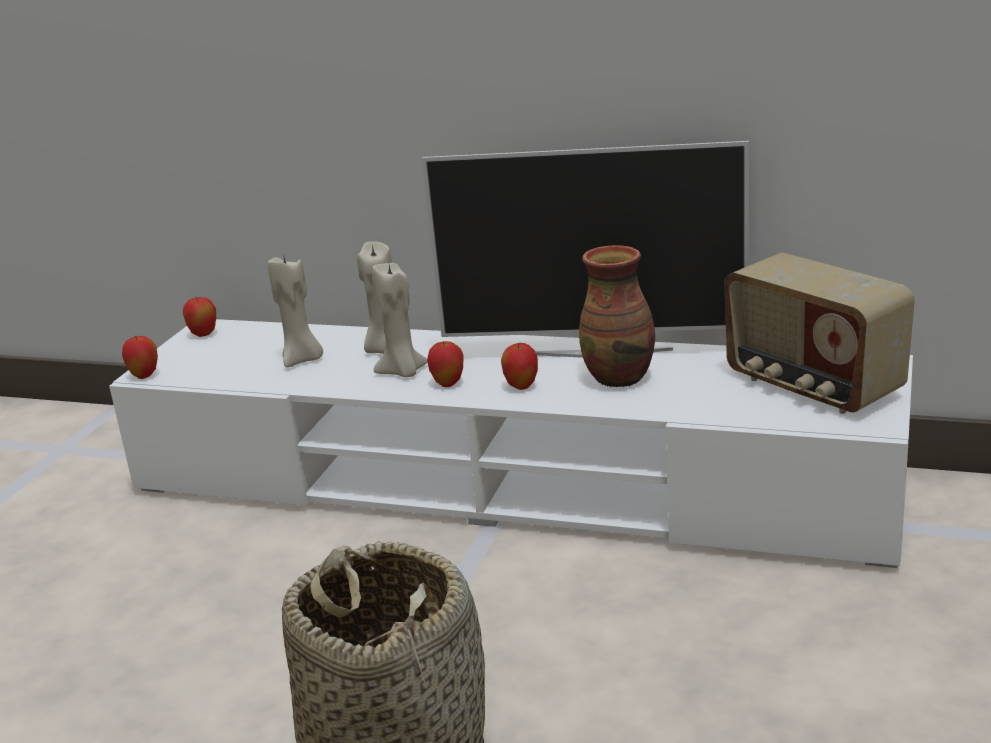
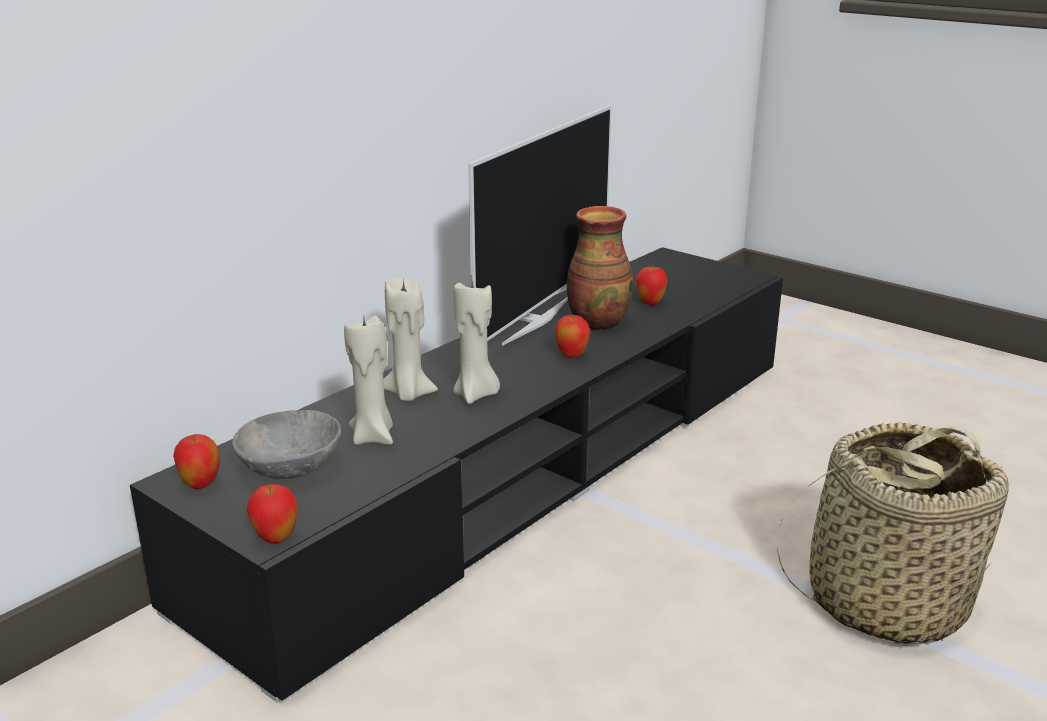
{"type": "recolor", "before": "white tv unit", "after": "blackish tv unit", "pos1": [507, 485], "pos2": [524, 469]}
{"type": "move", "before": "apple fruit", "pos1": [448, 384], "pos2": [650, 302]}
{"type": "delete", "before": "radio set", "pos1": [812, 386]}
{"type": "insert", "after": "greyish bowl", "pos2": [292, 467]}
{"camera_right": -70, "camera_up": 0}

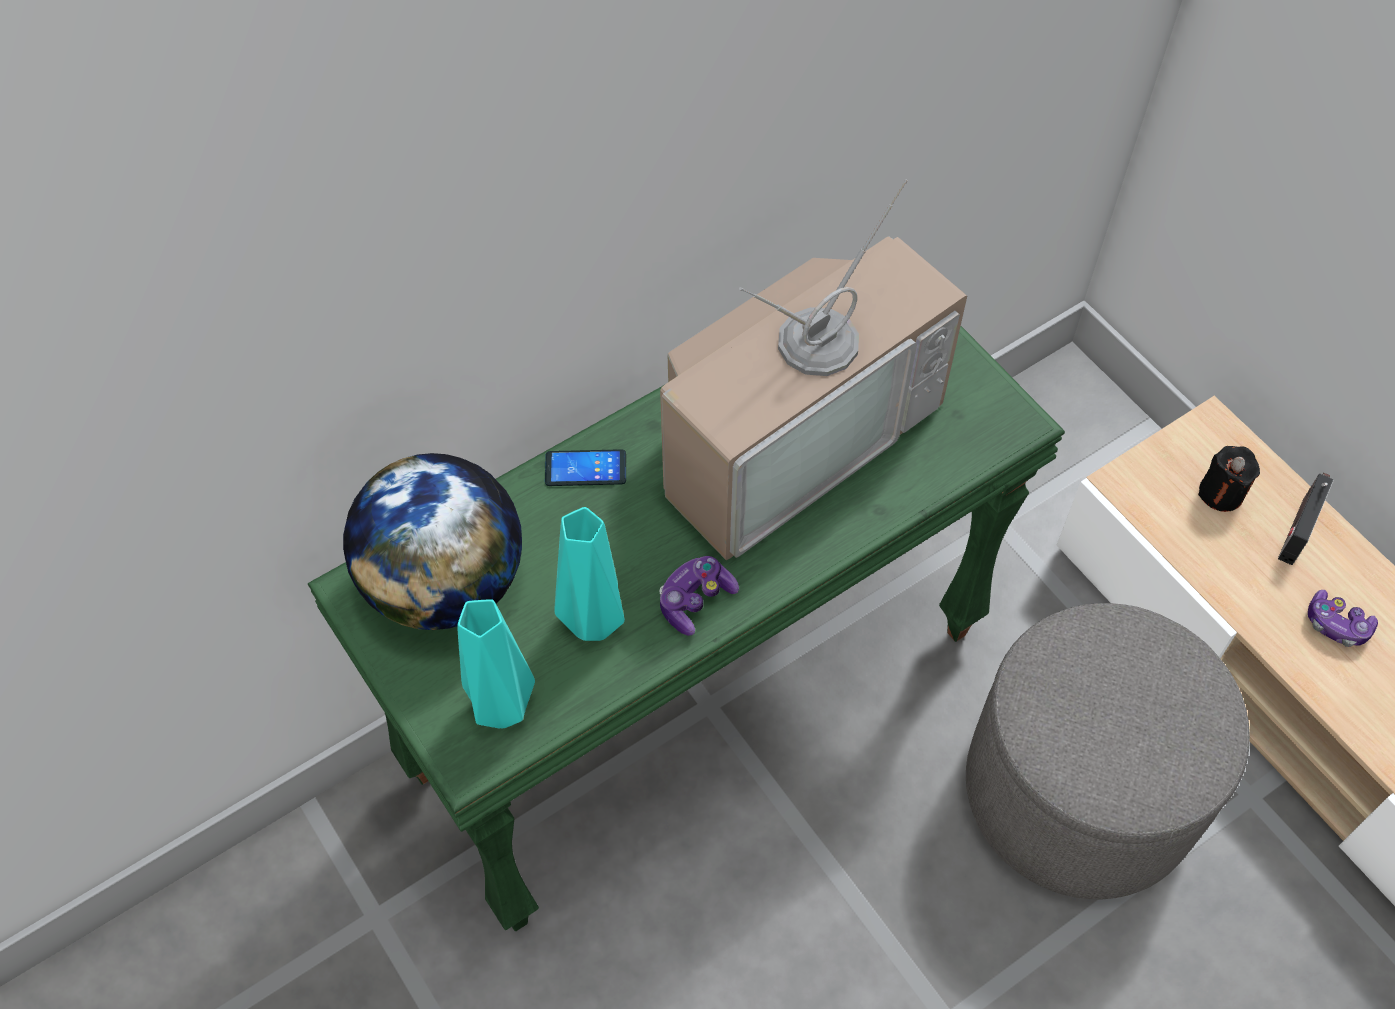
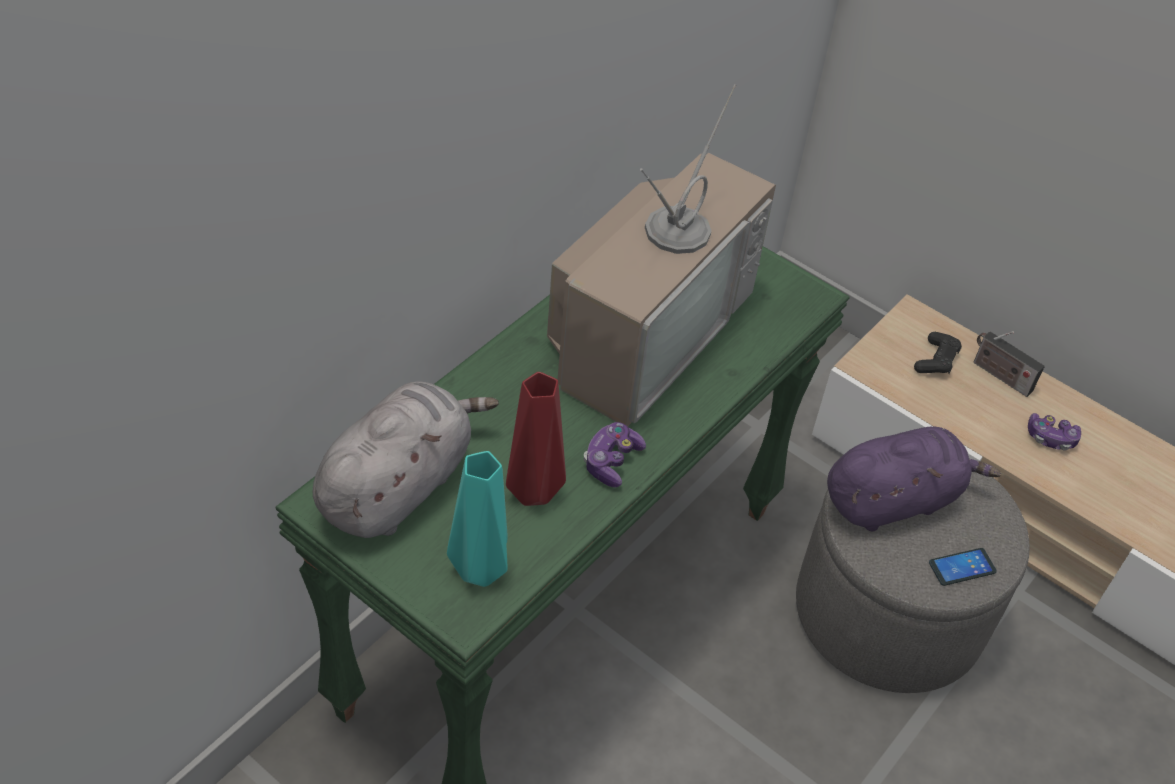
{"type": "replace", "before": "world globe", "after": "greyish cuddly toy", "pos1": [446, 584], "pos2": [398, 485]}
{"type": "move", "before": "handset", "pos1": [585, 468], "pos2": [962, 567]}
{"type": "recolor", "before": "turquoise-coloured decorative vase", "after": "red decorative vase", "pos1": [589, 622], "pos2": [531, 493]}
{"type": "replace", "before": "blackish wax candle", "after": "blackish gamepad", "pos1": [1221, 493], "pos2": [936, 360]}
{"type": "rotate", "before": "radio set", "pos1": [1297, 528], "pos2": [999, 375], "turn": -60}
{"type": "insert", "after": "purplish cuddly toy", "pos2": [894, 500]}
{"camera_right": -20, "camera_up": -10}

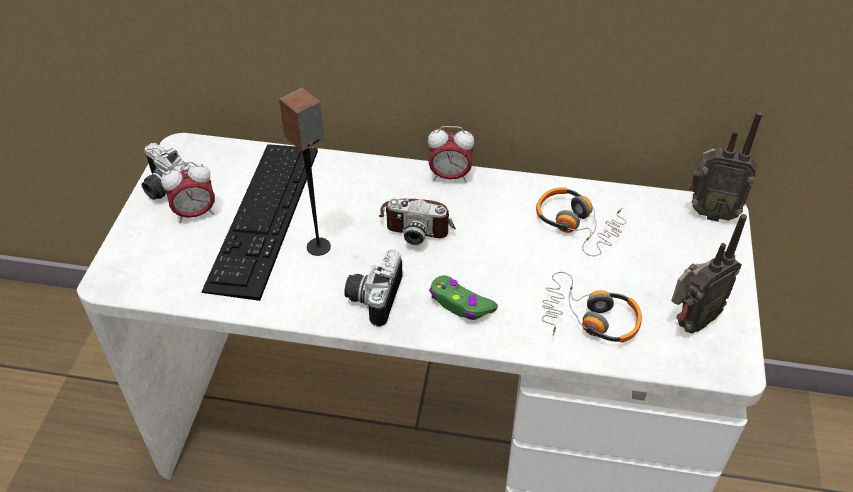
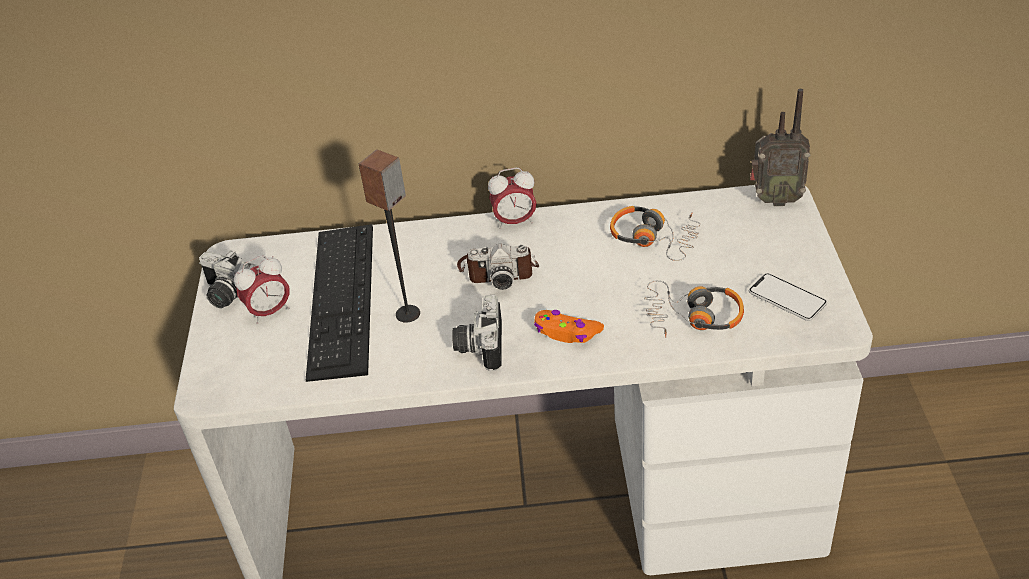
{"type": "recolor", "before": "green-coloured gamepad", "after": "orange gamepad", "pos1": [460, 304], "pos2": [567, 332]}
{"type": "replace", "before": "radio set", "after": "handset", "pos1": [689, 322], "pos2": [787, 298]}
{"camera_right": -10, "camera_up": -5}

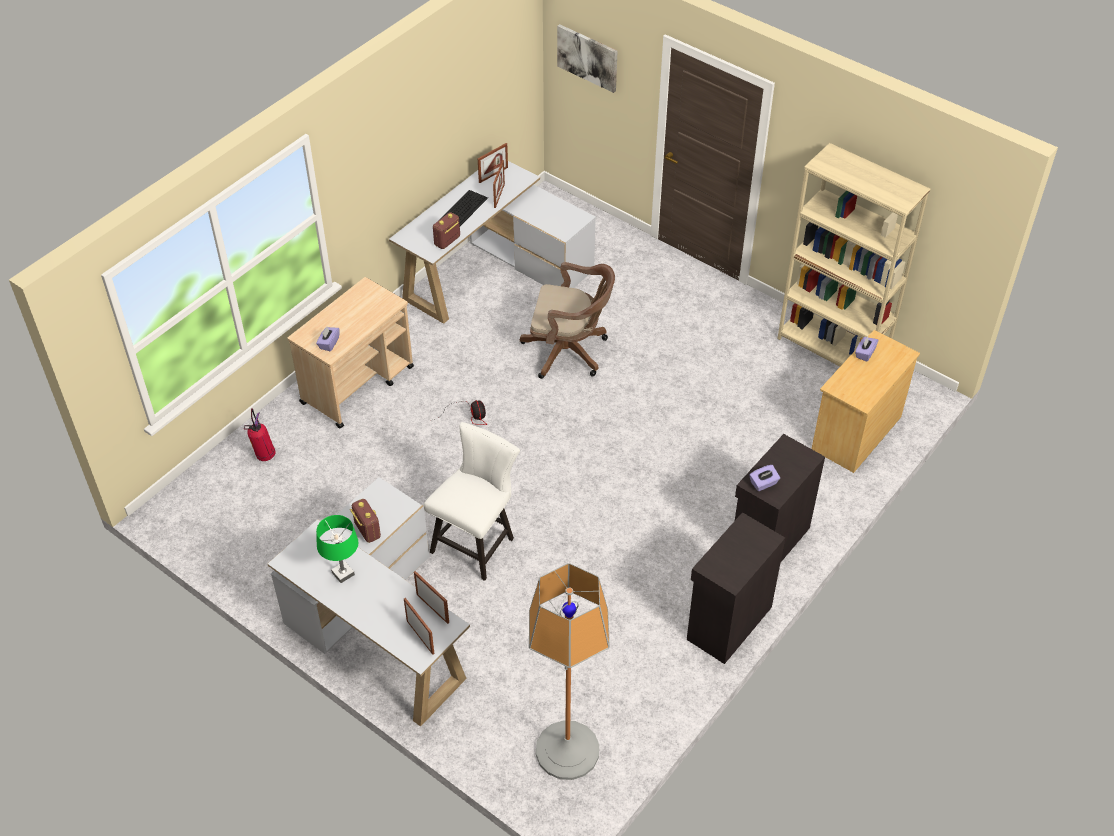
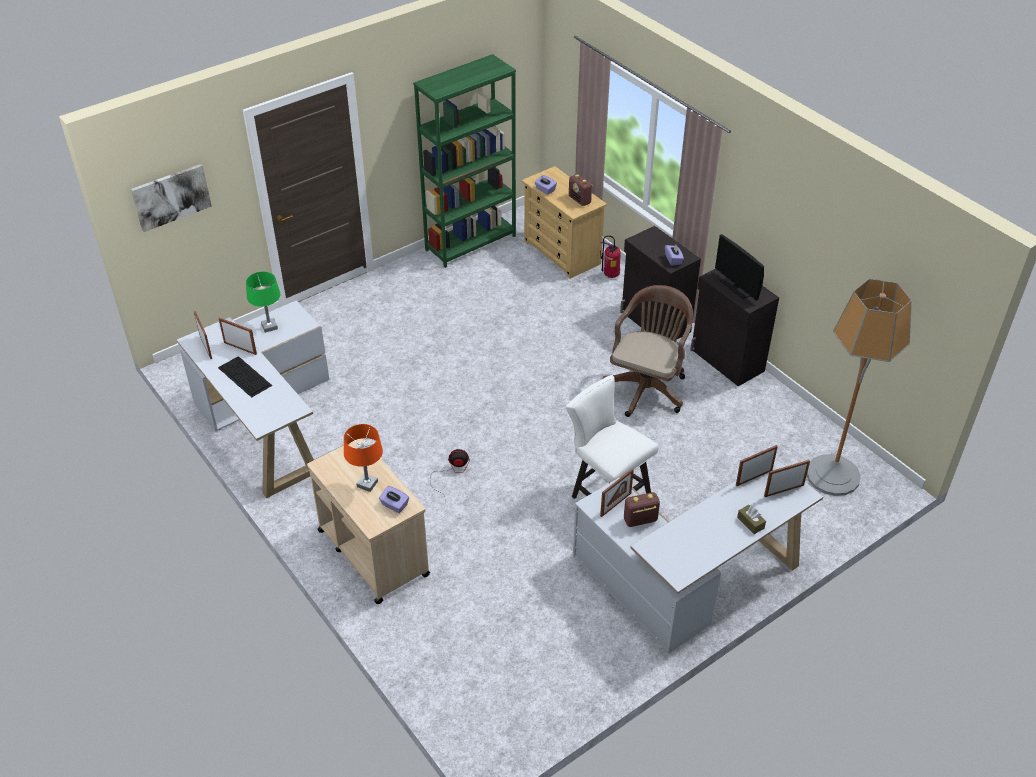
{"type": "move", "before": "extinguisher", "pos1": [264, 455], "pos2": [610, 275]}
{"type": "move", "before": "green-coloured table lamp", "pos1": [343, 574], "pos2": [269, 327]}
{"type": "move", "before": "radio set", "pos1": [447, 241], "pos2": [580, 200]}
{"type": "move", "before": "brown-coloured computer chair", "pos1": [569, 351], "pos2": [647, 387]}
{"type": "recolor", "before": "sand-coloured shelving unit", "after": "green-coloured shelving unit", "pos1": [832, 349], "pos2": [471, 243]}
{"type": "insert", "after": "orange table lamp", "pos2": [367, 484]}
{"type": "insert", "after": "standing frame", "pos2": [615, 504]}
{"type": "insert", "after": "computer screen", "pos2": [737, 287]}
{"type": "insert", "after": "brown-coloured tissue box", "pos2": [750, 523]}
{"camera_right": -75, "camera_up": -5}

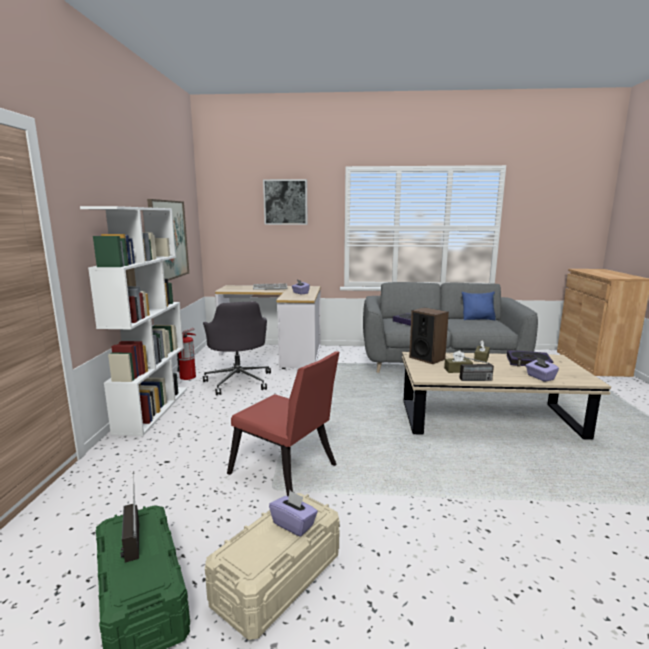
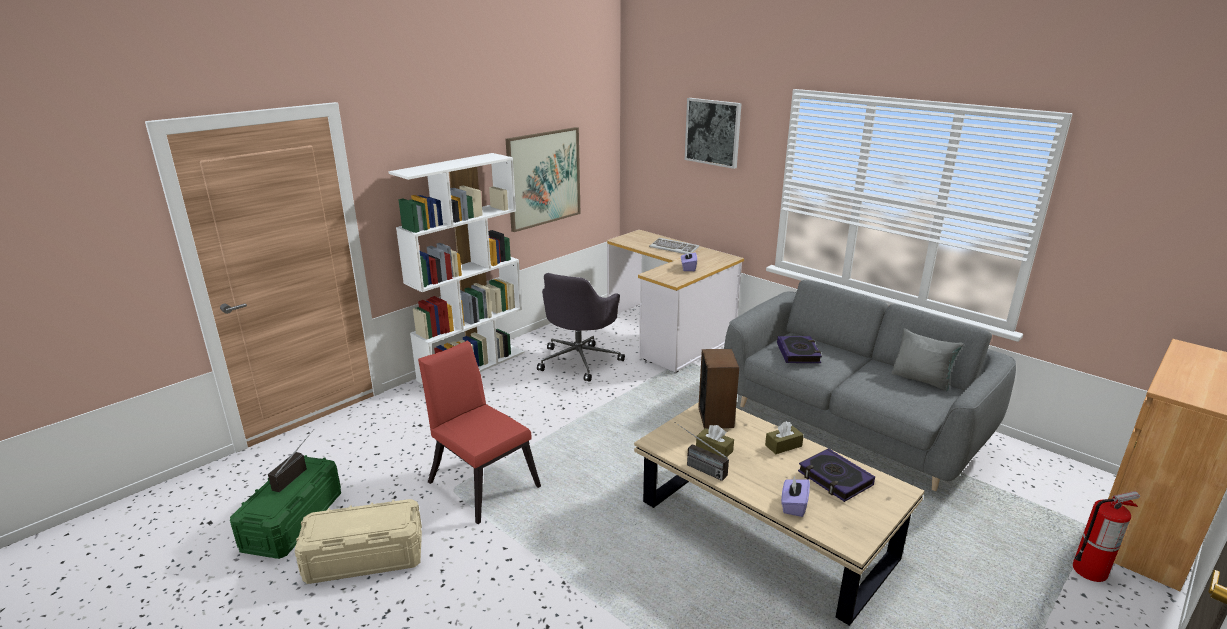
{"type": "move", "before": "extinguisher", "pos1": [188, 377], "pos2": [1090, 570]}
{"type": "rotate", "before": "red plain chair", "pos1": [287, 473], "pos2": [481, 481], "turn": 150}
{"type": "delete", "before": "purplish tissue box", "pos1": [294, 524]}
{"type": "recolor", "before": "blue cushion", "after": "greyish cushion", "pos1": [478, 319], "pos2": [921, 379]}
{"camera_right": 40, "camera_up": 10}

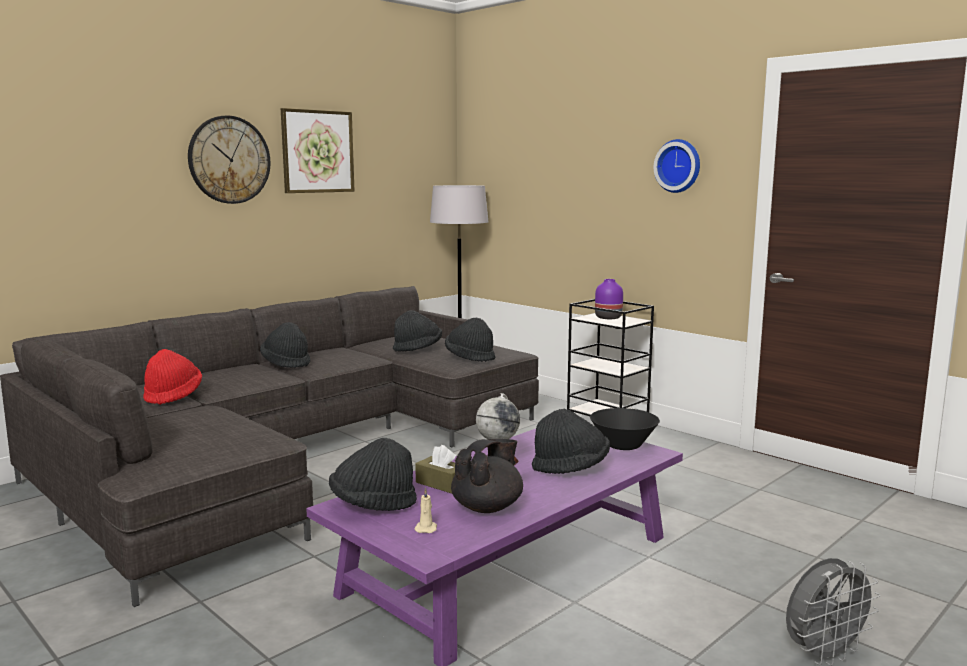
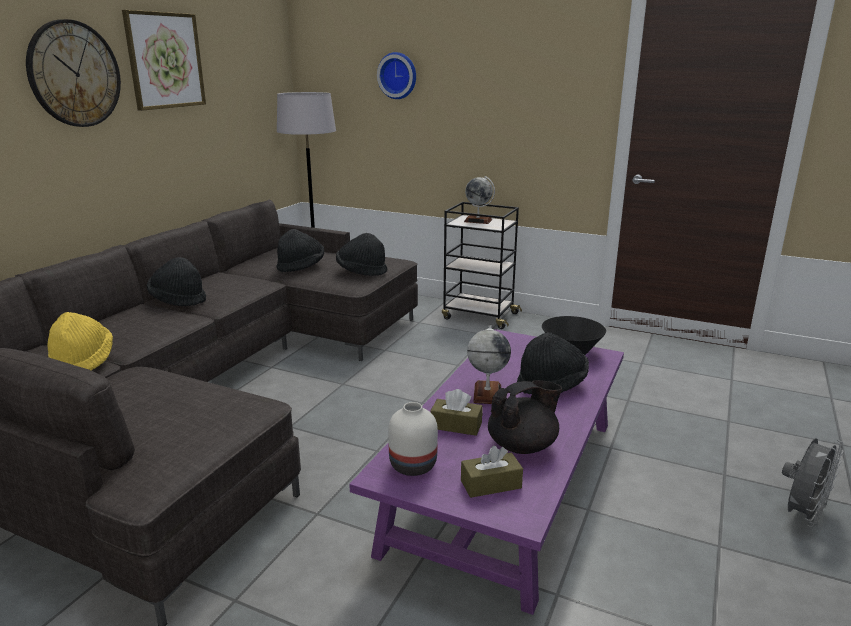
{"type": "recolor", "before": "red hat", "after": "yellowish hat", "pos1": [173, 396], "pos2": [83, 362]}
{"type": "replace", "before": "blackish hat", "after": "white decorative vase", "pos1": [373, 505], "pos2": [414, 465]}
{"type": "replace", "before": "sand-coloured wax candle", "after": "brown-coloured tissue box", "pos1": [426, 528], "pos2": [491, 484]}
{"type": "rotate", "before": "blackish tea pot", "pos1": [488, 507], "pos2": [523, 445], "turn": 45}
{"type": "replace", "before": "purplish decorative vase", "after": "world globe", "pos1": [608, 317], "pos2": [478, 221]}
{"type": "move", "before": "clock on the wall", "pos1": [679, 166], "pos2": [398, 75]}
{"camera_right": -20, "camera_up": 10}

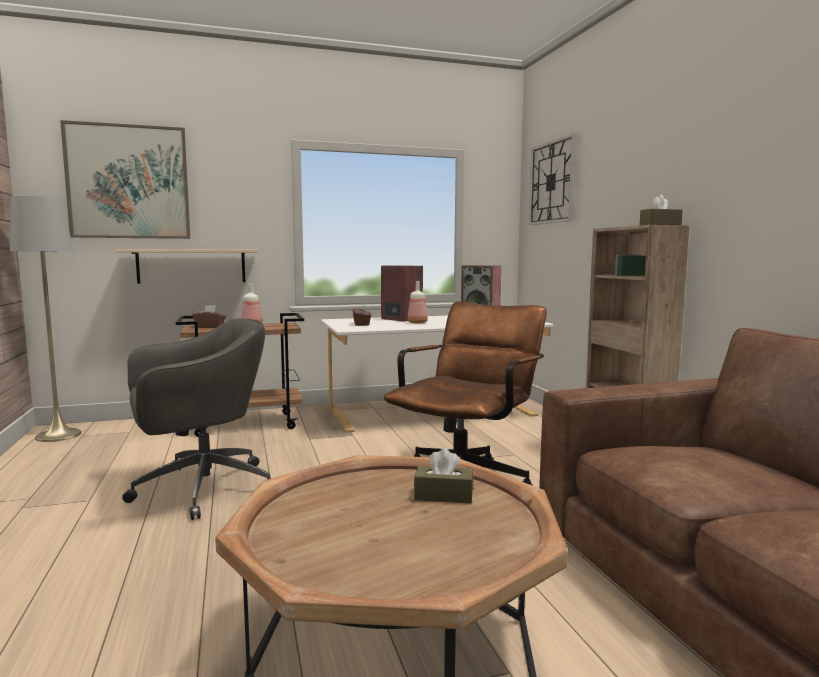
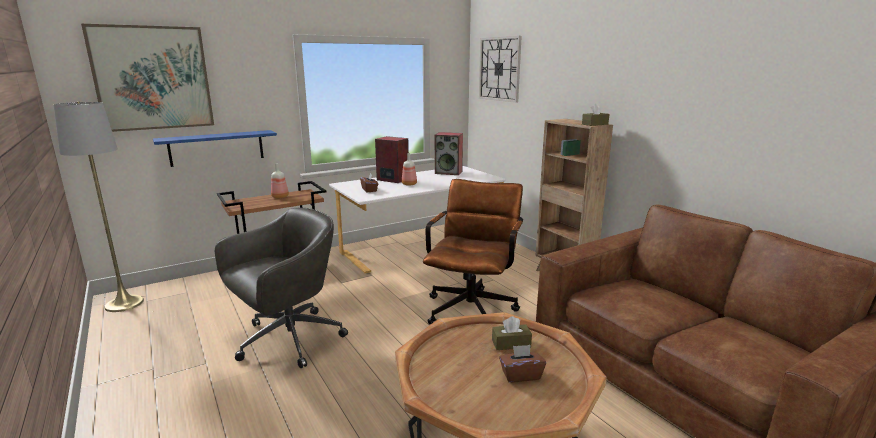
{"type": "recolor", "before": "sand-coloured wall shelf", "after": "blue wall shelf", "pos1": [191, 266], "pos2": [217, 148]}
{"type": "move", "before": "brown-coloured tissue box", "pos1": [210, 327], "pos2": [521, 375]}
{"camera_right": -15, "camera_up": 10}

